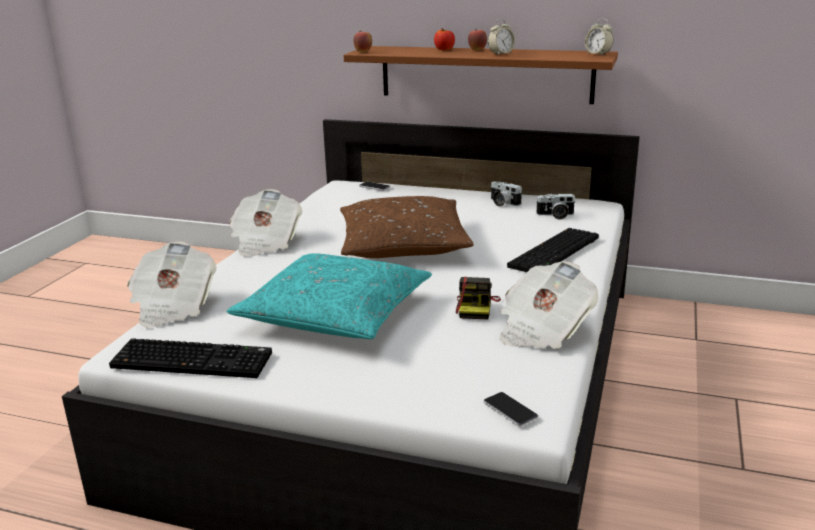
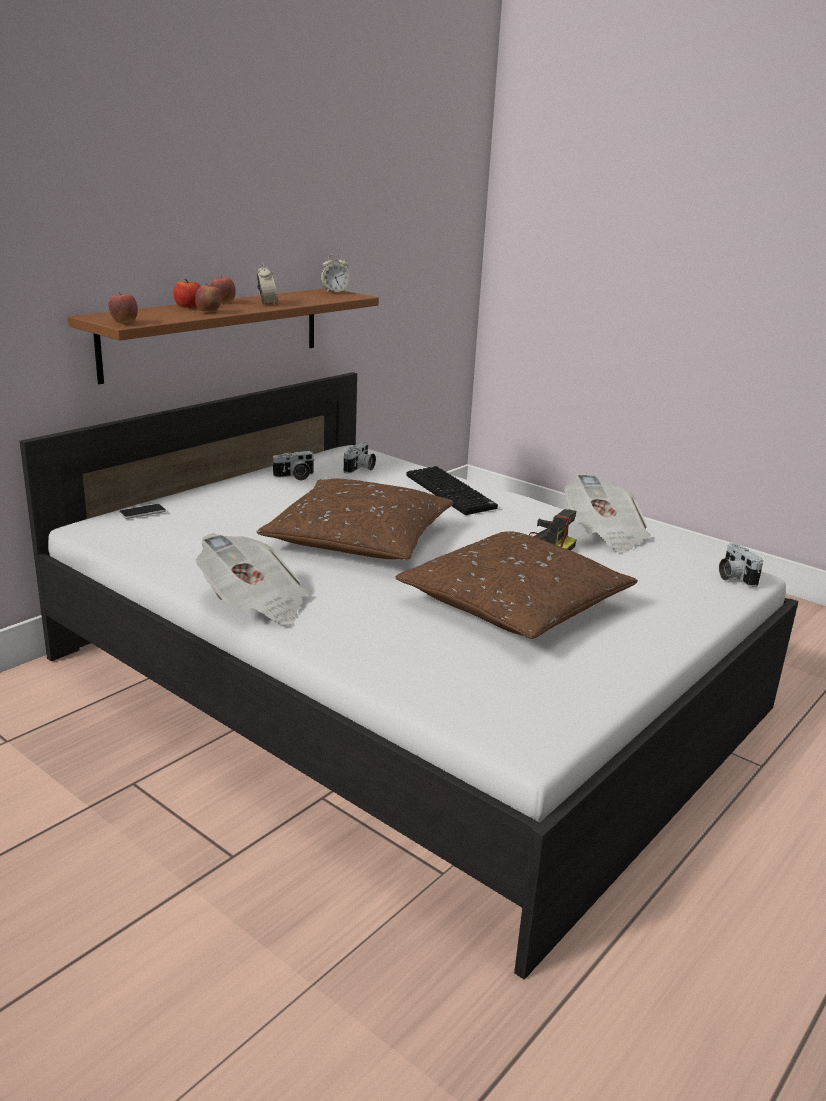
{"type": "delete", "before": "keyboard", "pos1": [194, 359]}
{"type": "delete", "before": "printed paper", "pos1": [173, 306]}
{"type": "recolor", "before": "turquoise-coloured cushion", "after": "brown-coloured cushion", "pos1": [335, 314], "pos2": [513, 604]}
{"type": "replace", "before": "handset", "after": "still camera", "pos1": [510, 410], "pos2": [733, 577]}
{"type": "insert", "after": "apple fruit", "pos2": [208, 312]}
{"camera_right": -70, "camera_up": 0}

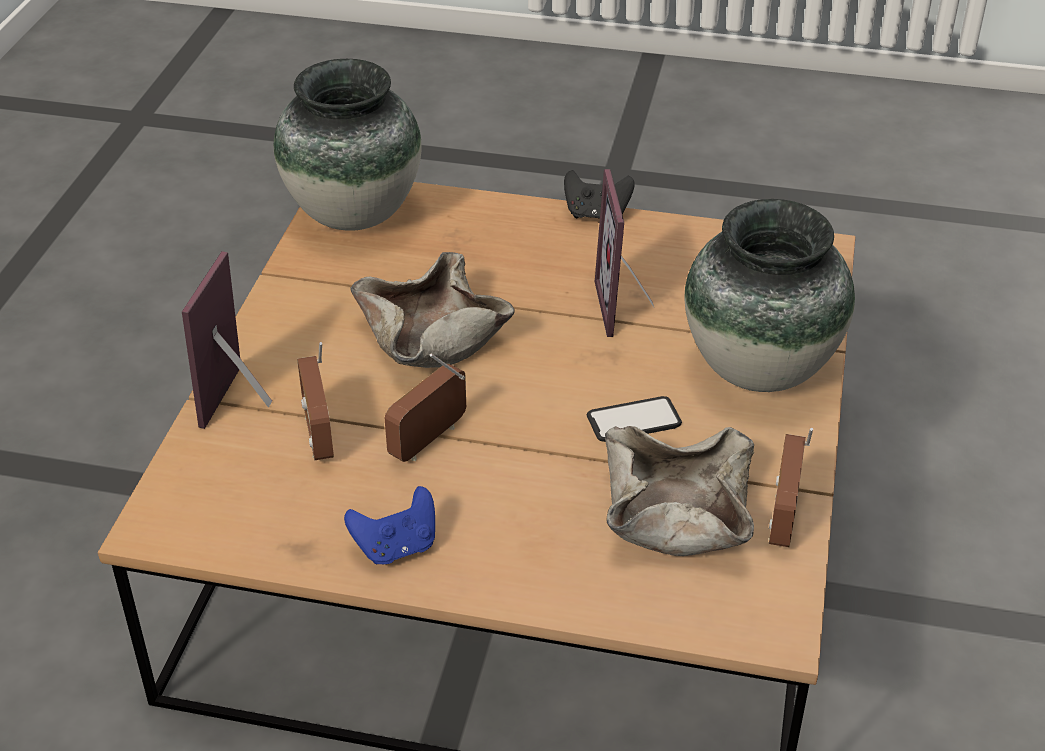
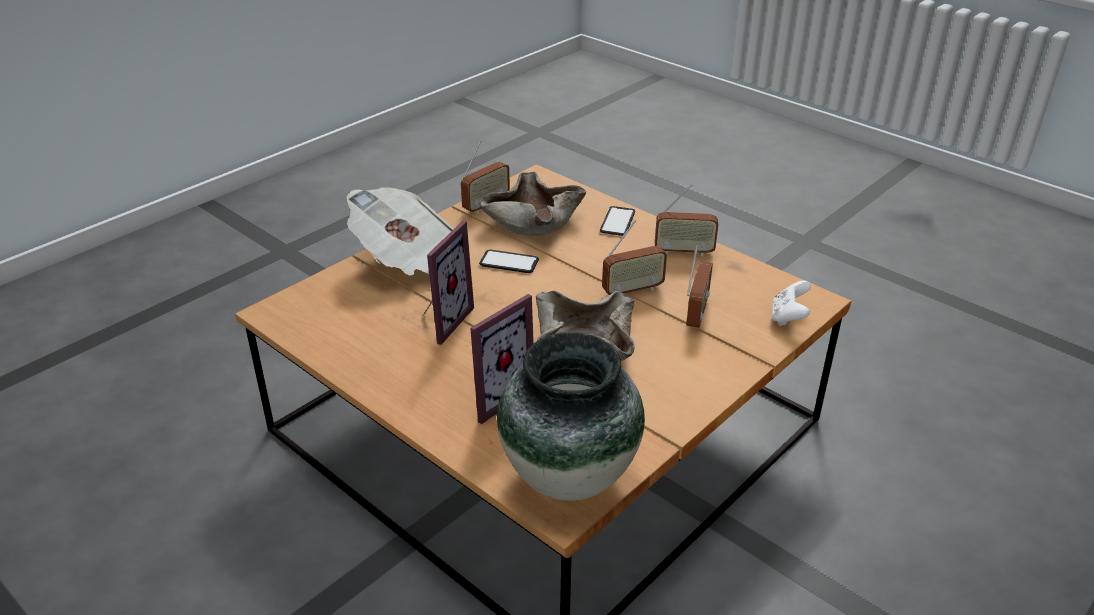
{"type": "move", "before": "standing frame", "pos1": [244, 400], "pos2": [493, 395]}
{"type": "replace", "before": "blue gamepad", "after": "radio set", "pos1": [396, 547], "pos2": [684, 251]}
{"type": "delete", "before": "blackish gamepad", "pos1": [596, 214]}
{"type": "replace", "before": "decorative vase", "after": "printed paper", "pos1": [758, 370], "pos2": [411, 262]}
{"type": "insert", "after": "handset", "pos2": [617, 222]}
{"type": "insert", "after": "white gamepad", "pos2": [788, 318]}
{"camera_right": -150, "camera_up": -5}

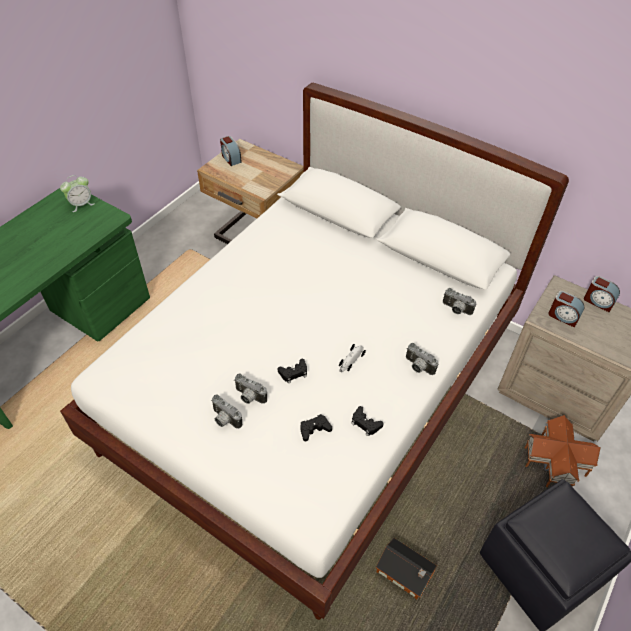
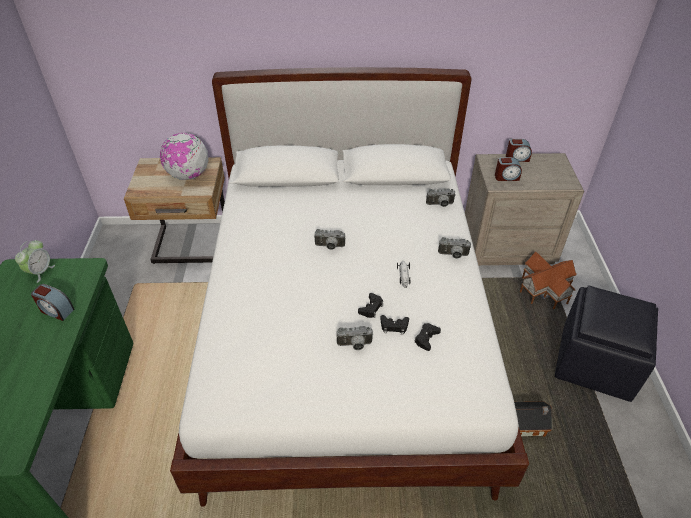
{"type": "move", "before": "still camera", "pos1": [224, 420], "pos2": [329, 247]}
{"type": "move", "before": "alarm clock", "pos1": [231, 158], "pos2": [56, 310]}
{"type": "move", "before": "blackish gamepad", "pos1": [365, 423], "pos2": [394, 326]}
{"type": "insert", "after": "world globe", "pos2": [188, 175]}
{"camera_right": -35, "camera_up": -5}

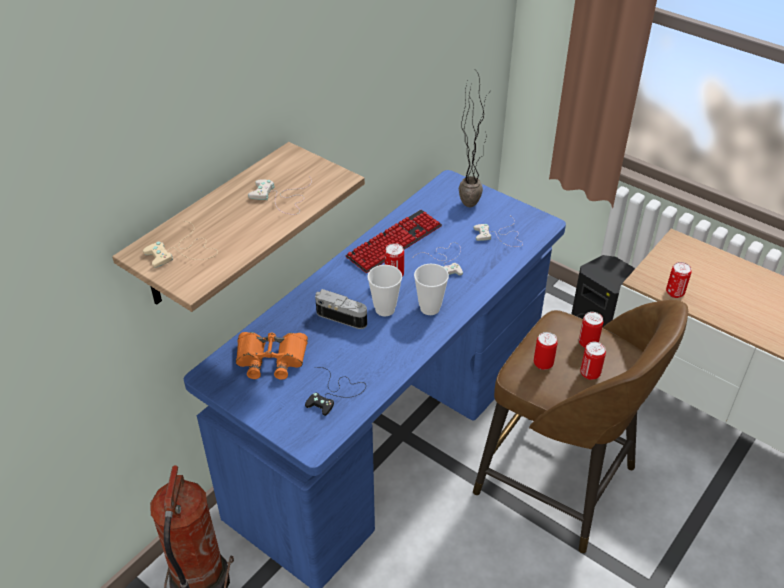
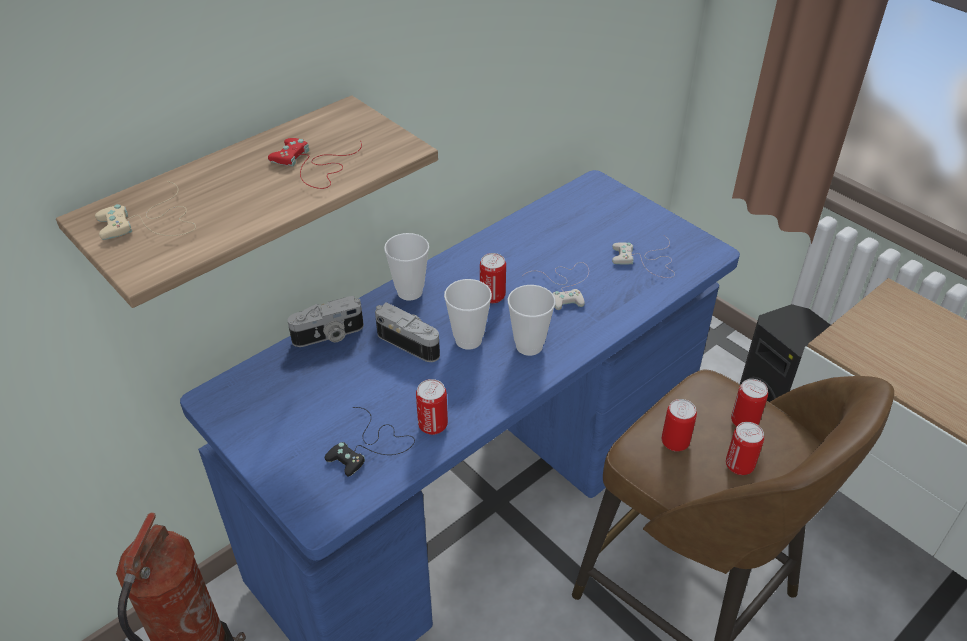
{"type": "delete", "before": "orange field glasses", "pos1": [271, 359]}
{"type": "recolor", "before": "white gamepad", "after": "red gamepad", "pos1": [282, 198], "pos2": [314, 166]}
{"type": "delete", "before": "keyboard", "pos1": [394, 242]}
{"type": "delete", "before": "potted plant", "pos1": [470, 200]}
{"type": "move", "before": "metal can", "pos1": [674, 293], "pos2": [433, 425]}
{"type": "insert", "after": "still camera", "pos2": [329, 336]}
{"type": "insert", "after": "drinking cup", "pos2": [410, 292]}
{"camera_right": 10, "camera_up": 0}

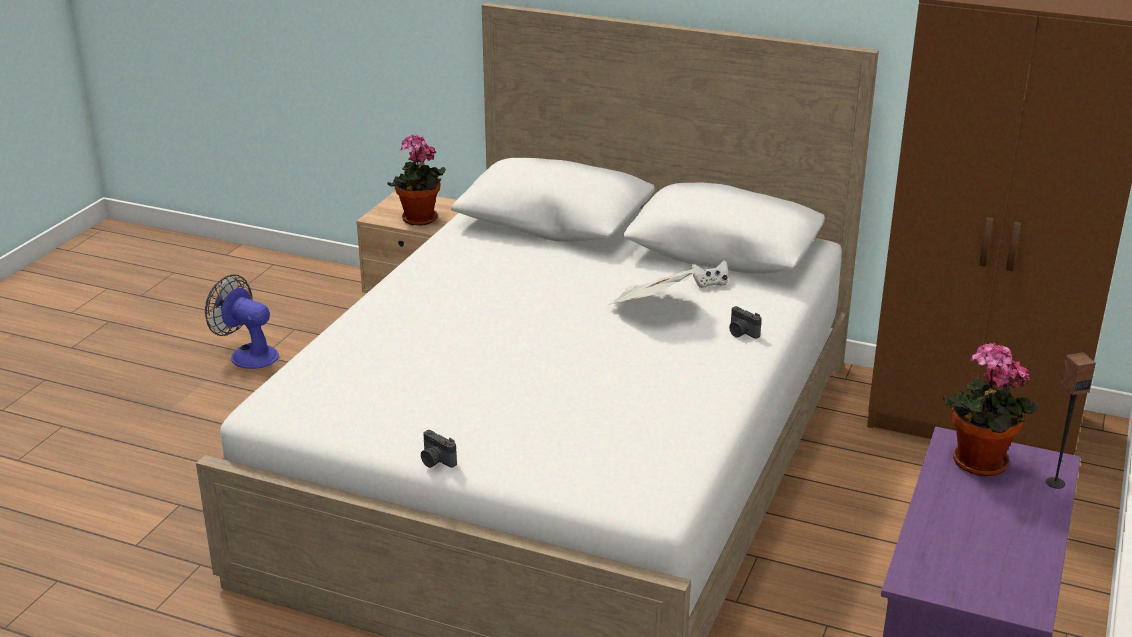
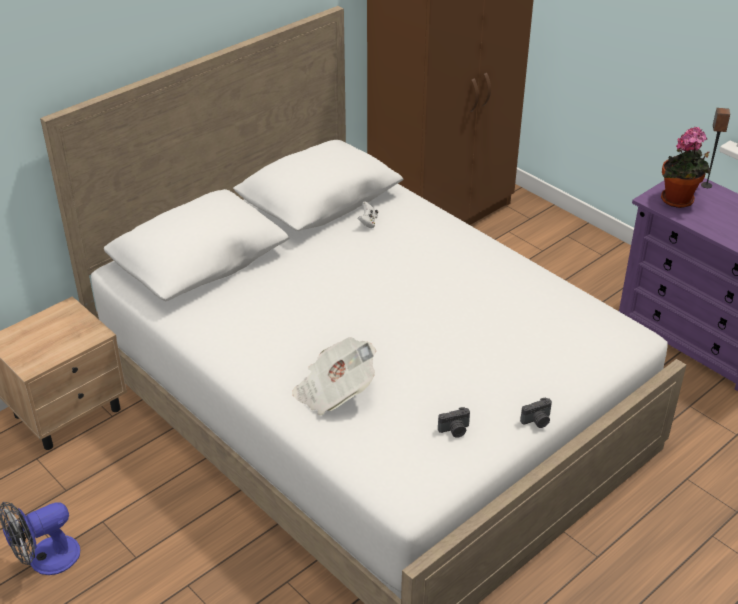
{"type": "delete", "before": "potted plant", "pos1": [419, 220]}
{"type": "move", "before": "printed paper", "pos1": [651, 307], "pos2": [334, 392]}
{"type": "move", "before": "still camera", "pos1": [741, 333], "pos2": [455, 430]}
{"camera_right": -65, "camera_up": 10}

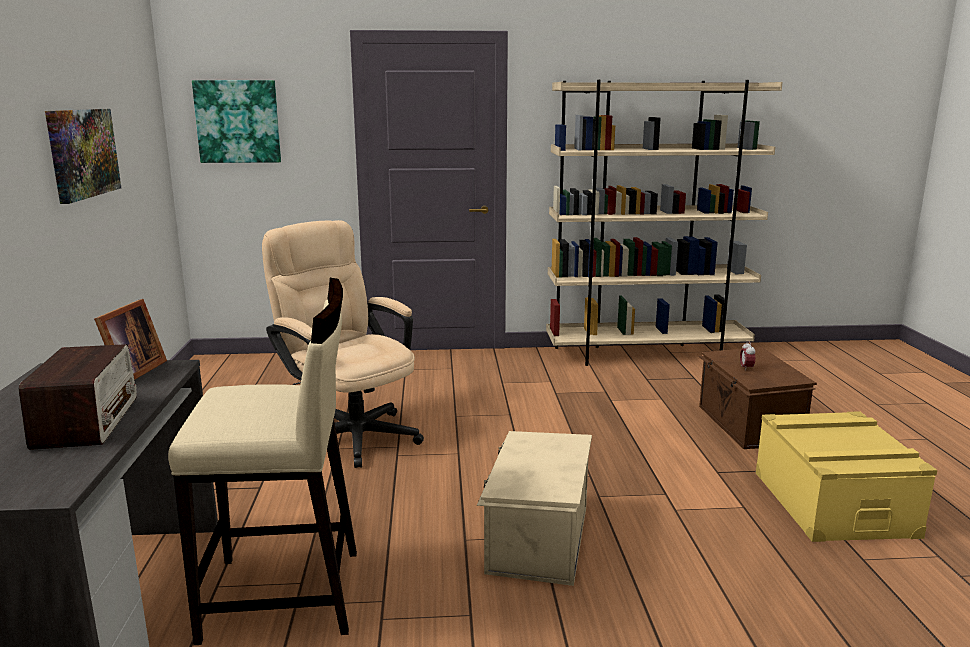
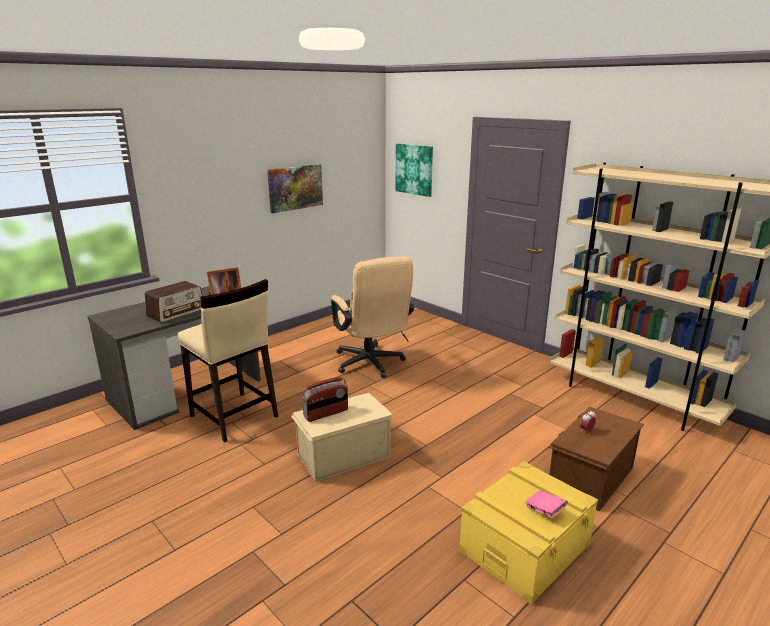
{"type": "rotate", "before": "sand-coloured computer chair", "pos1": [349, 433], "pos2": [371, 365], "turn": 150}
{"type": "insert", "after": "radio set", "pos2": [326, 413]}
{"type": "insert", "after": "pink-coloured volume", "pos2": [545, 511]}
{"camera_right": 50, "camera_up": 5}

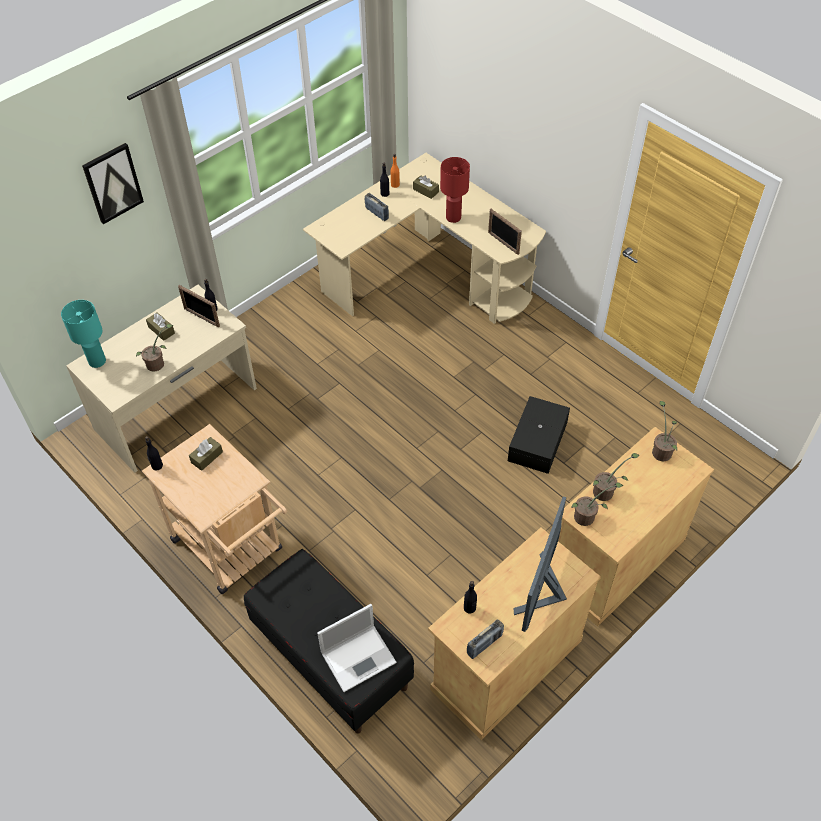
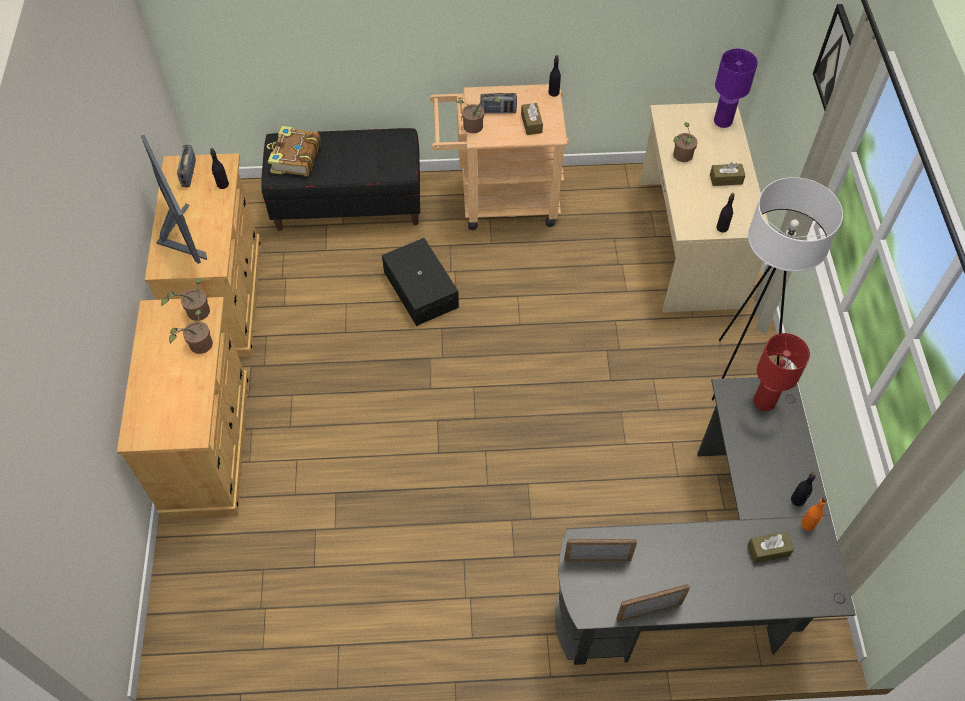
{"type": "recolor", "before": "turquoise-coloured table lamp", "after": "purplish table lamp", "pos1": [96, 361], "pos2": [723, 121]}
{"type": "move", "before": "standing frame", "pos1": [201, 317], "pos2": [648, 611]}
{"type": "recolor", "before": "sand-coloured desk table", "after": "blackish desk table", "pos1": [428, 276], "pos2": [700, 577]}
{"type": "replace", "before": "laptop", "after": "volume", "pos1": [359, 657], "pos2": [295, 158]}
{"type": "move", "before": "radio set", "pos1": [377, 213], "pos2": [498, 111]}
{"type": "move", "before": "red table lamp", "pos1": [453, 217], "pos2": [764, 401]}
{"type": "move", "before": "blackish storage container", "pos1": [536, 441], "pos2": [421, 288]}
{"type": "move", "before": "potted plant", "pos1": [661, 450], "pos2": [475, 127]}
{"type": "insert", "after": "white standard lamp", "pos2": [735, 372]}
{"camera_right": 130, "camera_up": 5}

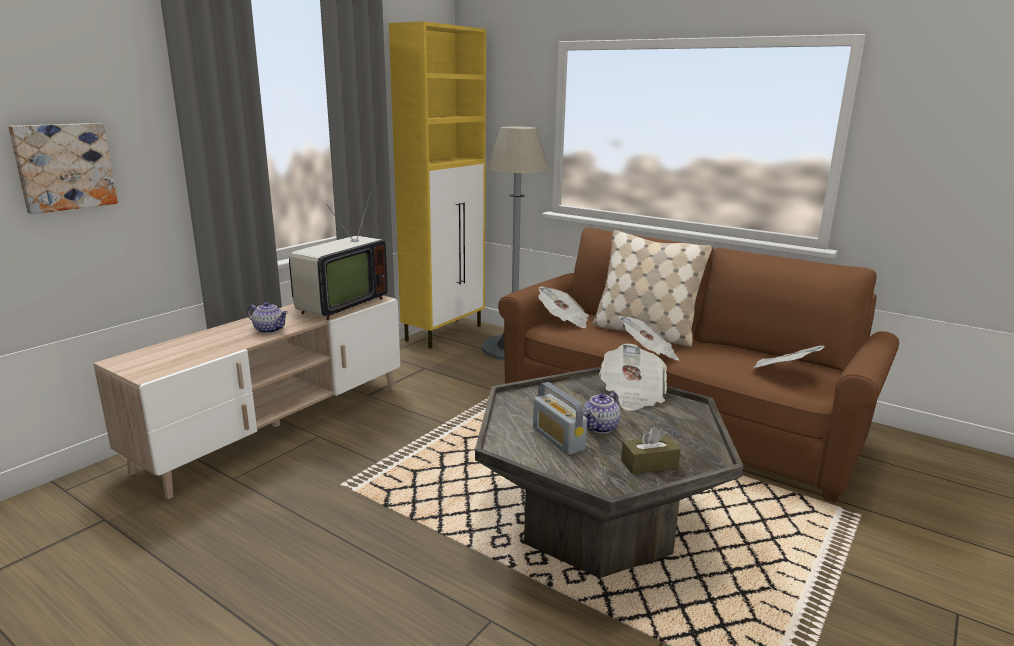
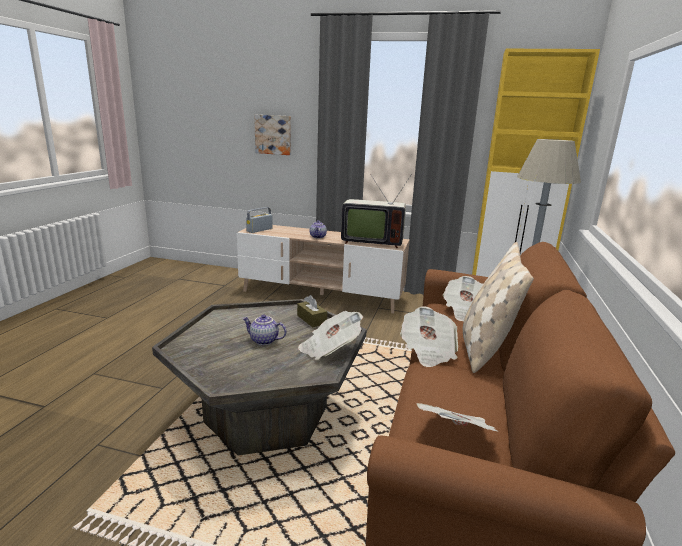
{"type": "move", "before": "radio set", "pos1": [558, 439], "pos2": [259, 230]}
{"type": "move", "before": "brown-coloured tissue box", "pos1": [649, 464], "pos2": [311, 319]}
{"camera_right": 70, "camera_up": 0}

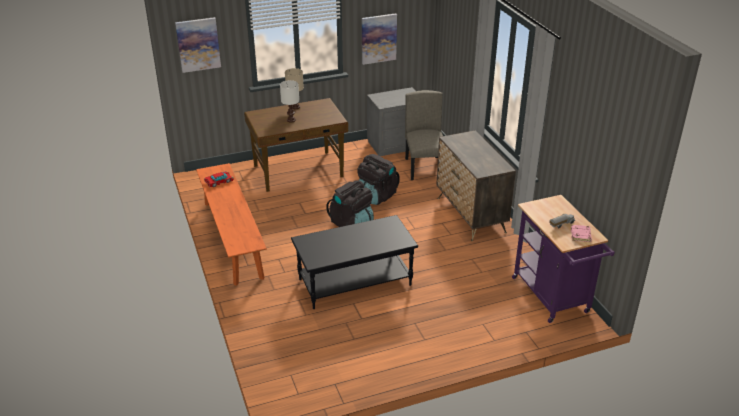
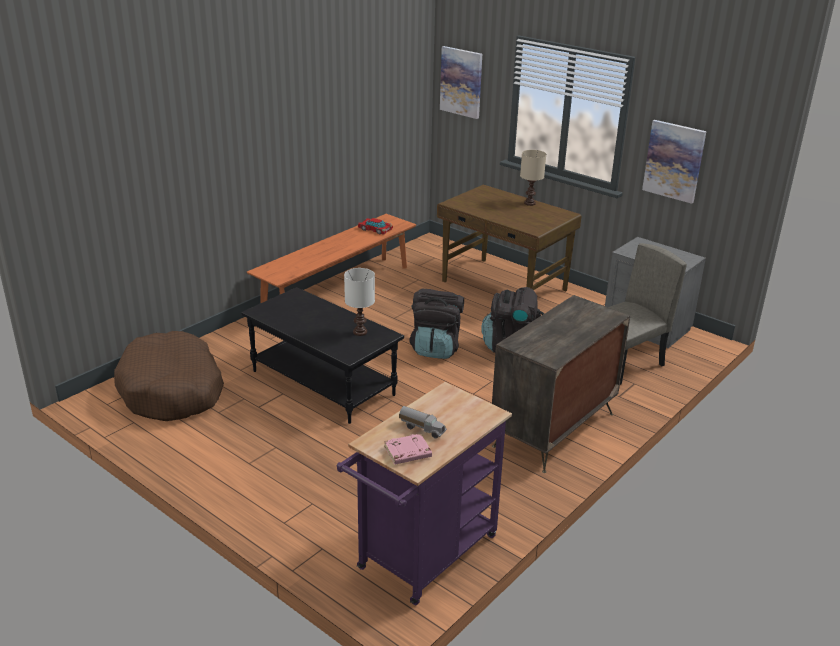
{"type": "move", "before": "white table lamp", "pos1": [291, 120], "pos2": [360, 332]}
{"type": "insert", "after": "brown-coloured pet bed", "pos2": [172, 390]}
{"camera_right": 60, "camera_up": -5}

